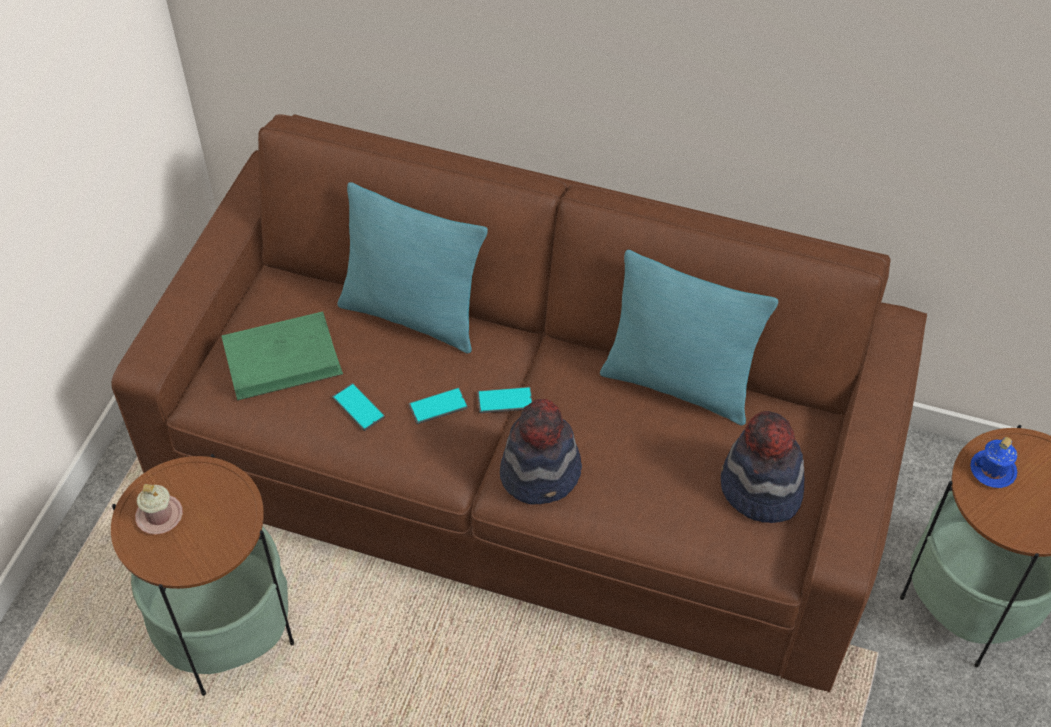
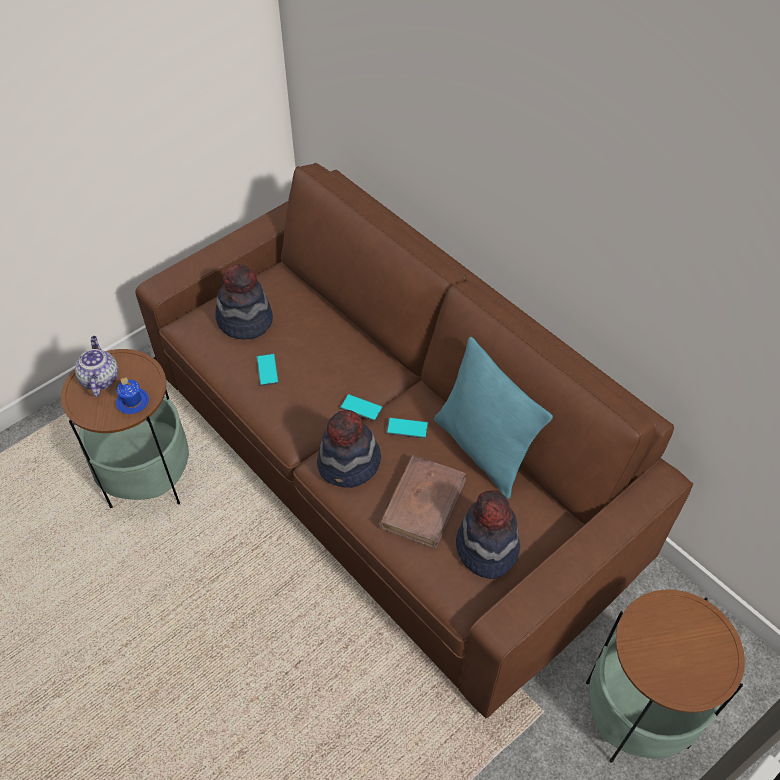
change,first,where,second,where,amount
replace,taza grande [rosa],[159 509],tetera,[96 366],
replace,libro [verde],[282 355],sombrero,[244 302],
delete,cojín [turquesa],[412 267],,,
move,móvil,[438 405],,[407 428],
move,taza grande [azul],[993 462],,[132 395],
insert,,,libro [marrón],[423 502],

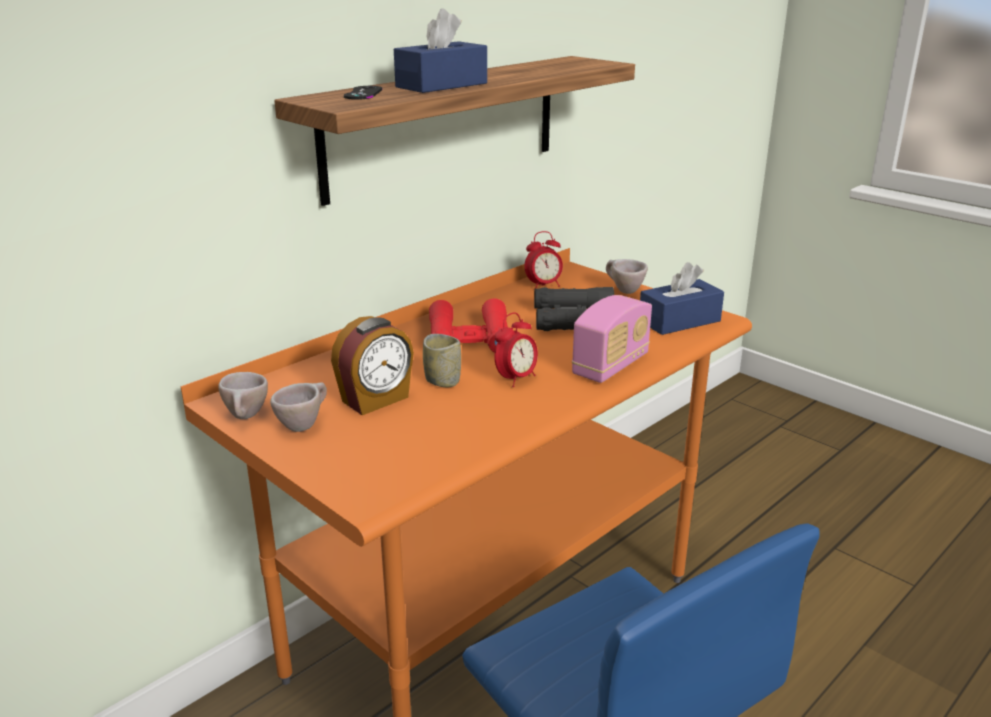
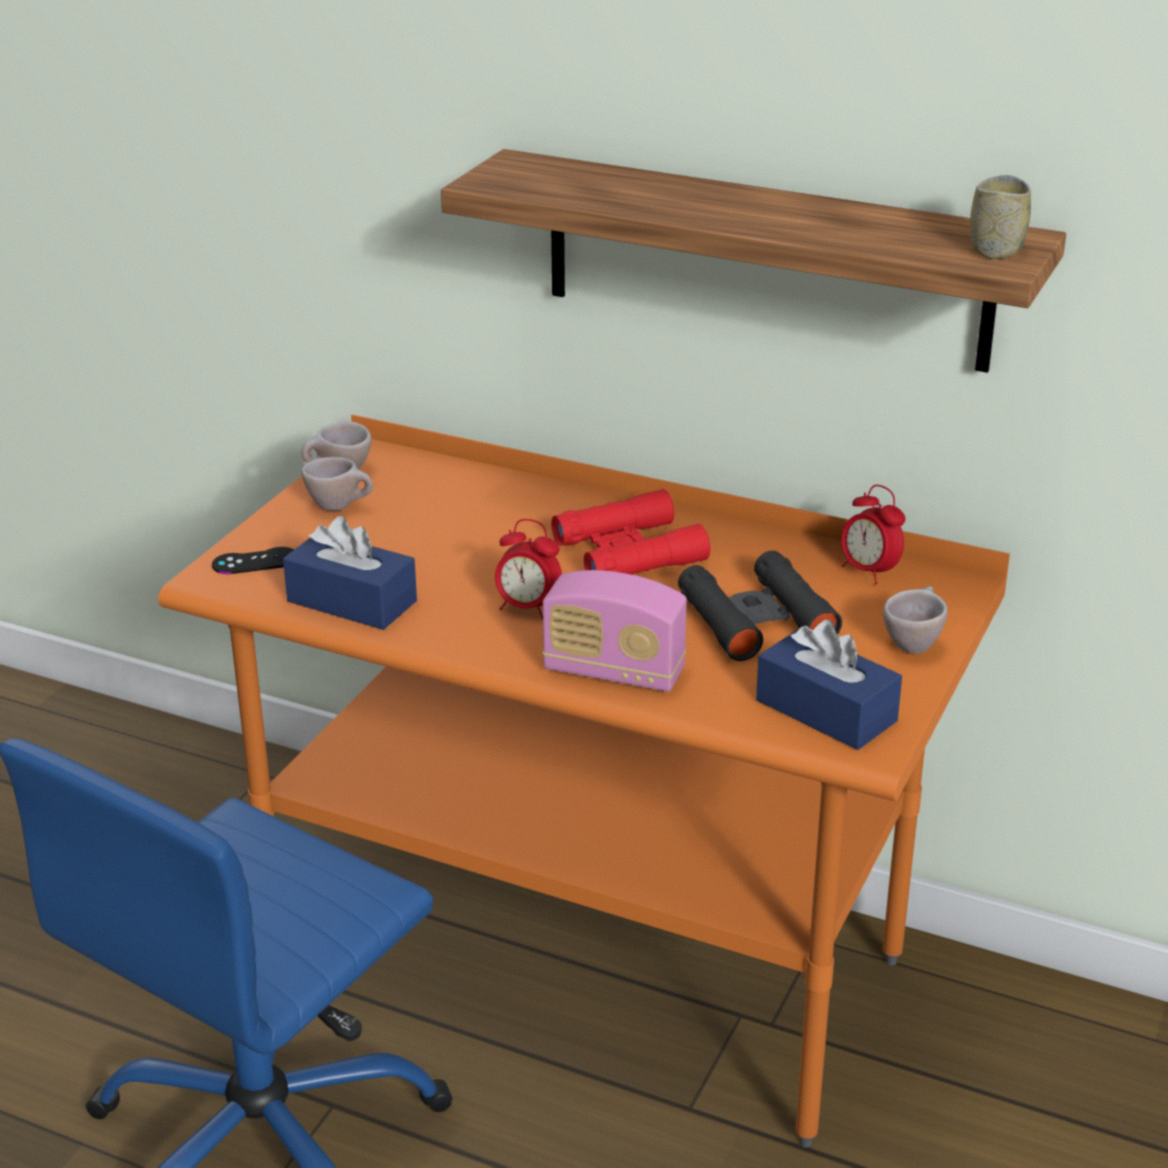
change,first,where,second,where,amount
delete,despertador,[372 365],,,
move,mando de consola [negro],[363 93],,[253 560],
move,caja de pañuelos [azul],[440 50],,[350 573],
move,taza,[442 360],,[1000 217],

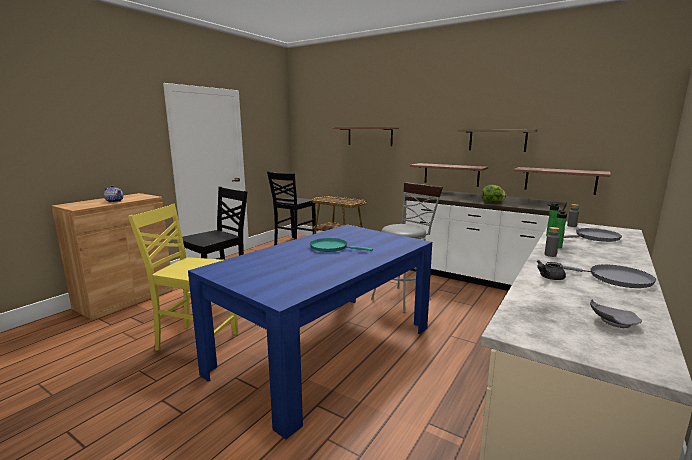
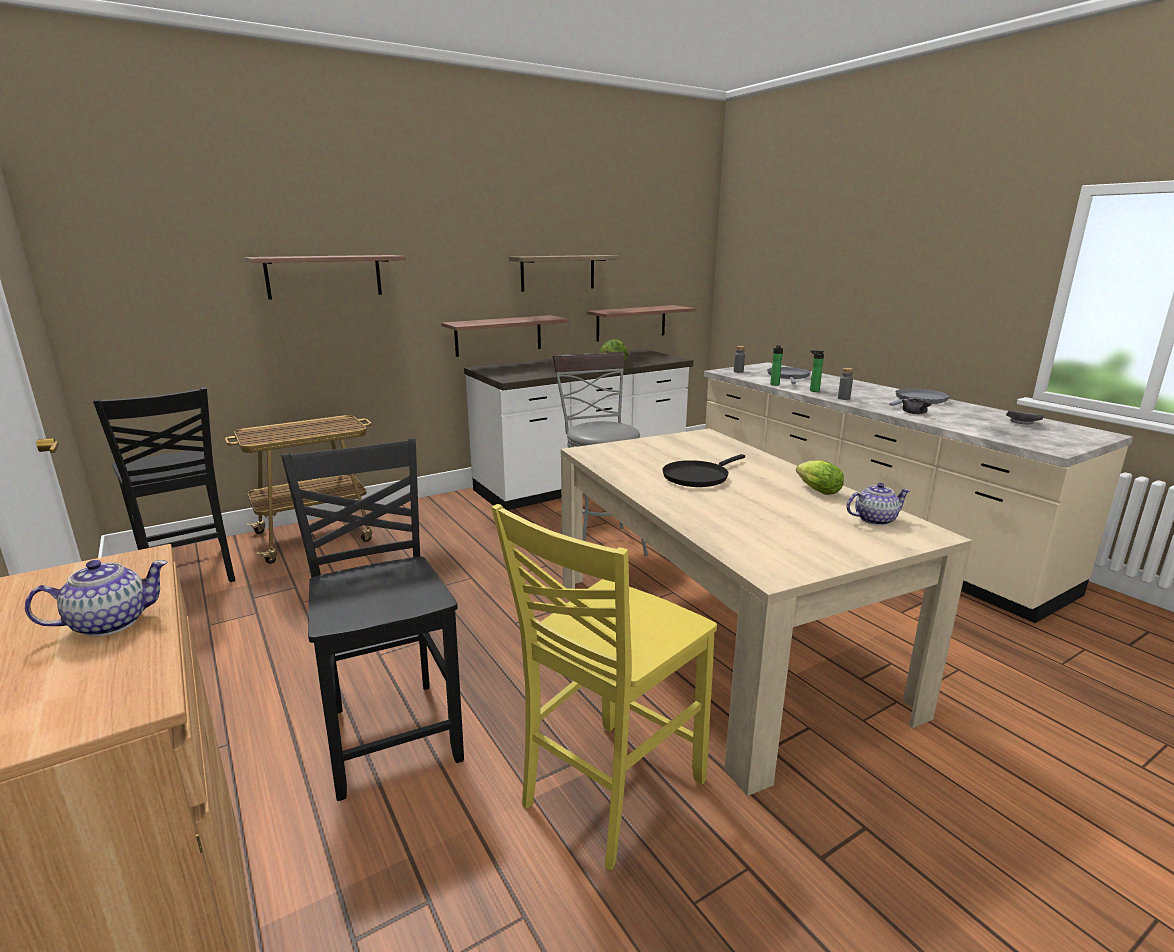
change,first,where,second,where,amount
recolor,mesa de comedor [azul],[310 332],mesa de comedor [beis],[766 612],
recolor,sartén [turquesa],[341 245],sartén [negro],[703 470],
insert,,,lechuga,[820 477],
insert,,,tetera,[878 504],

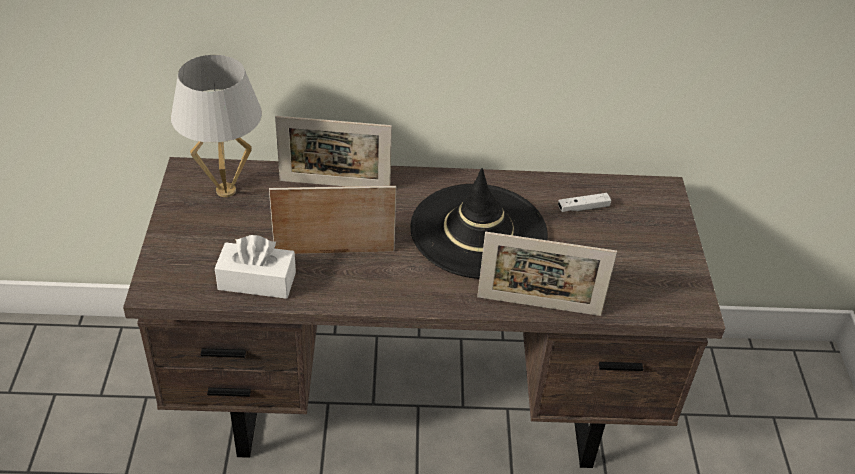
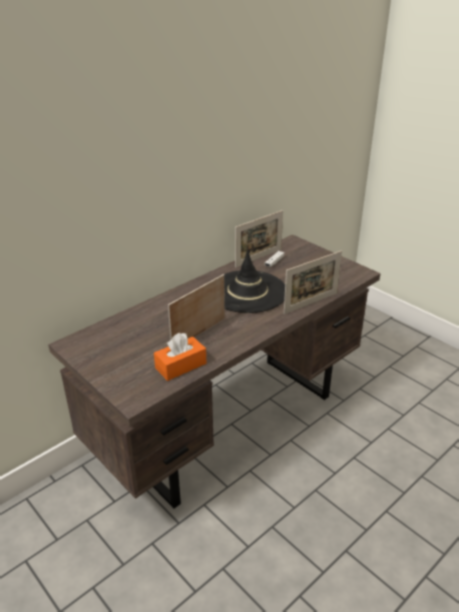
change,first,where,second,where,amount
delete,lámpara de mesa [blanco],[216 126],,,
recolor,caja de pañuelos [blanco],[255 267],caja de pañuelos [naranja],[180 357],
move,portarretratos,[333 151],,[259 239],

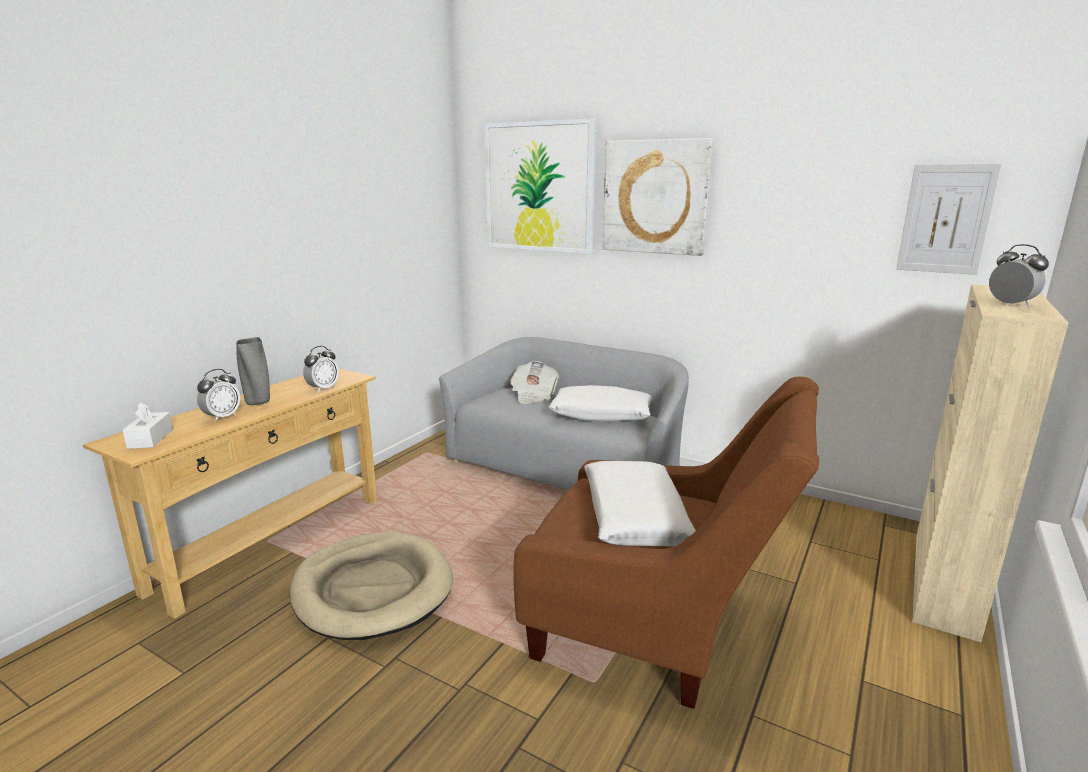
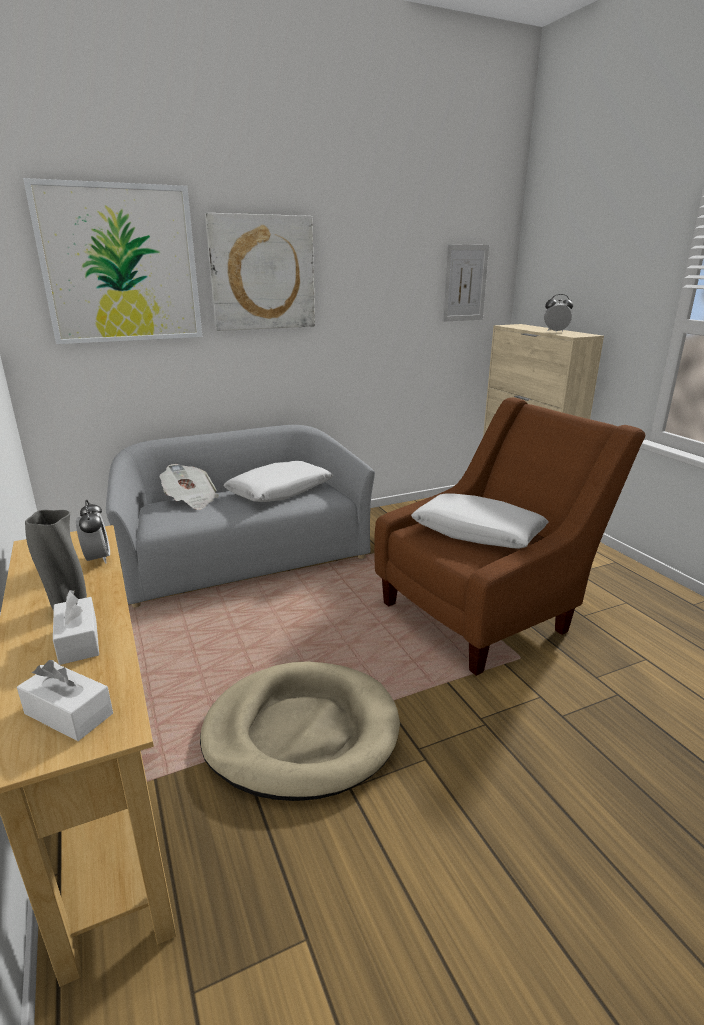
change,first,where,second,where,amount
replace,despertador,[218 395],caja de pañuelos [blanco],[76 627],

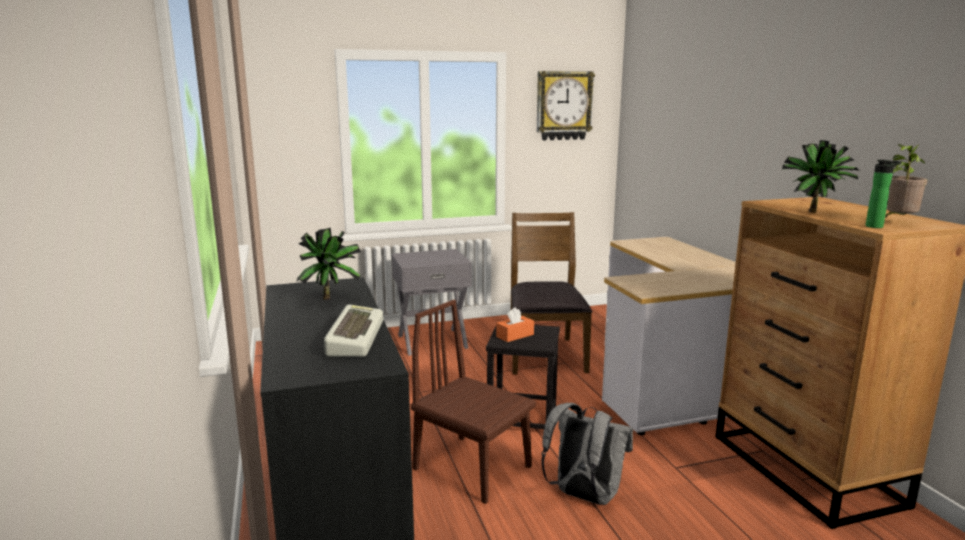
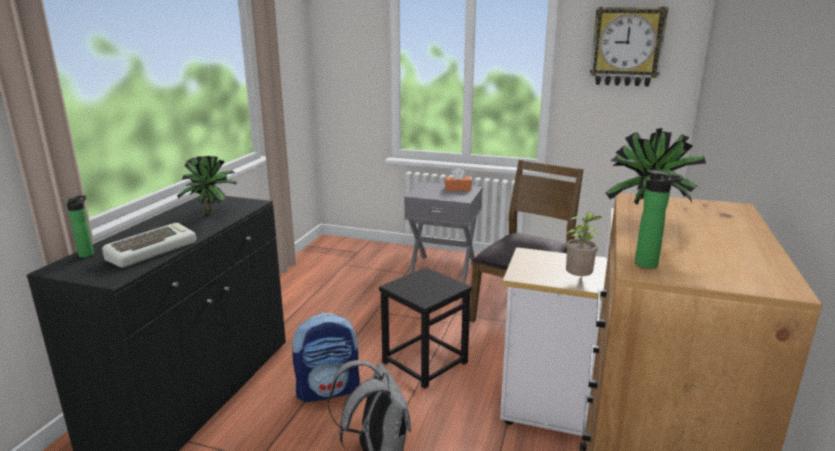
change,first,where,second,where,amount
replace,silla [marrón],[473 402],mochila,[326 357],
move,caja de pañuelos [naranja],[515 324],,[458 179],
move,planta en maceta,[907 180],,[584 244],
insert,,,botella,[80 227],

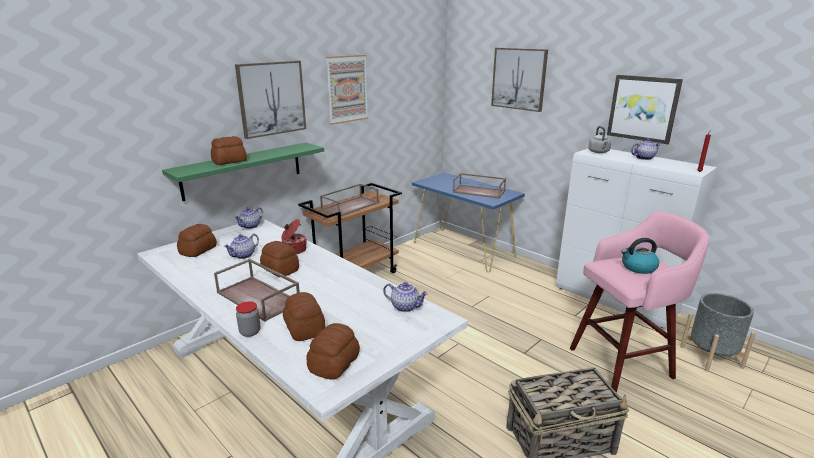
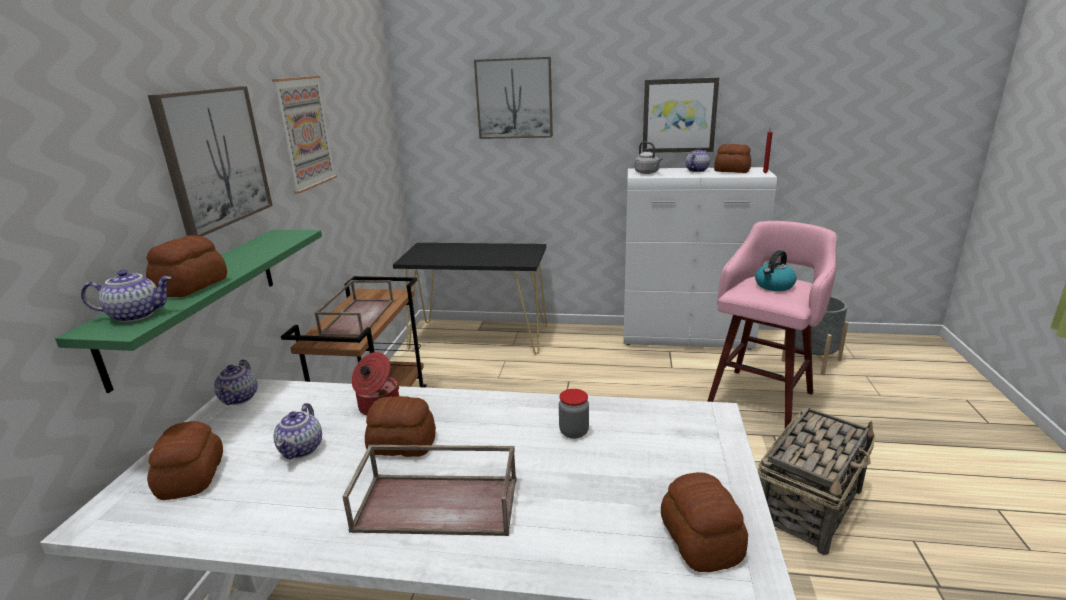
change,first,where,second,where,amount
move,tarro,[248 319],,[574 414],
move,pan,[304 316],,[732 158],
move,tetera,[405 297],,[126 296],
recolor,mesa consola [azul],[468 222],mesa consola [negro],[470 298],
delete,bandeja [marrón],[479 186],,,

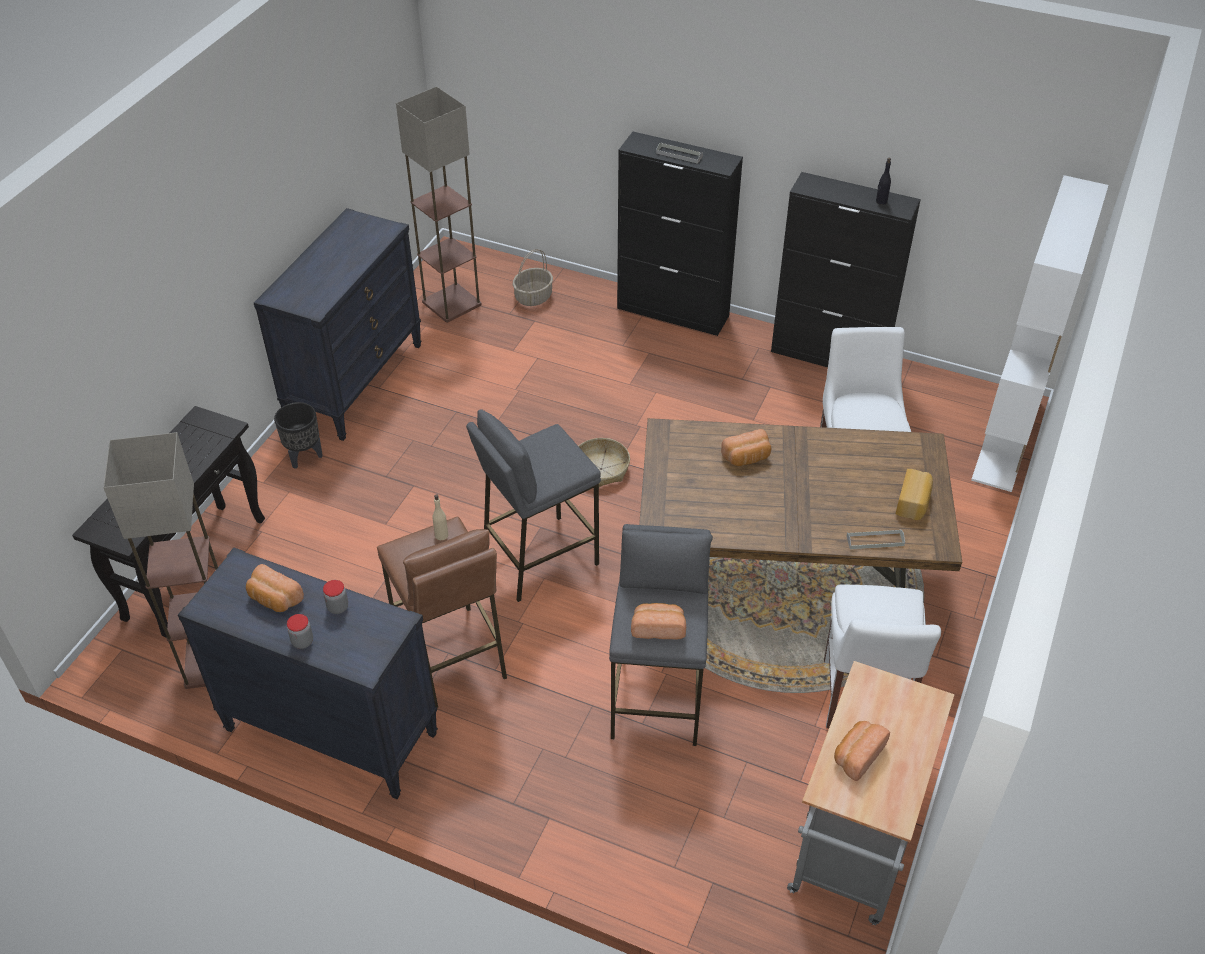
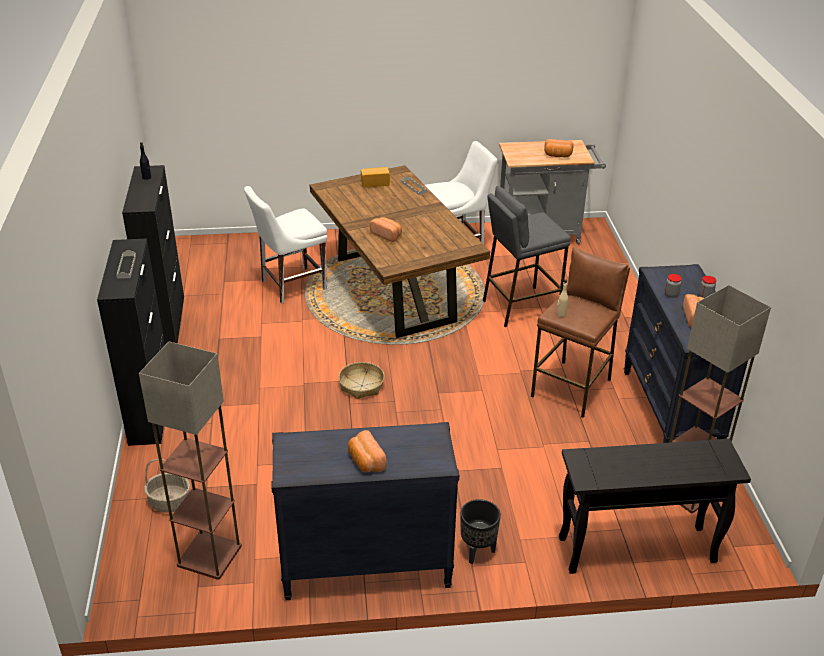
change,first,where,second,where,amount
delete,taburete [gris],[533 505],,,
move,pan,[658 621],,[367 451],
delete,estantería [blanco],[1039 333],,,

